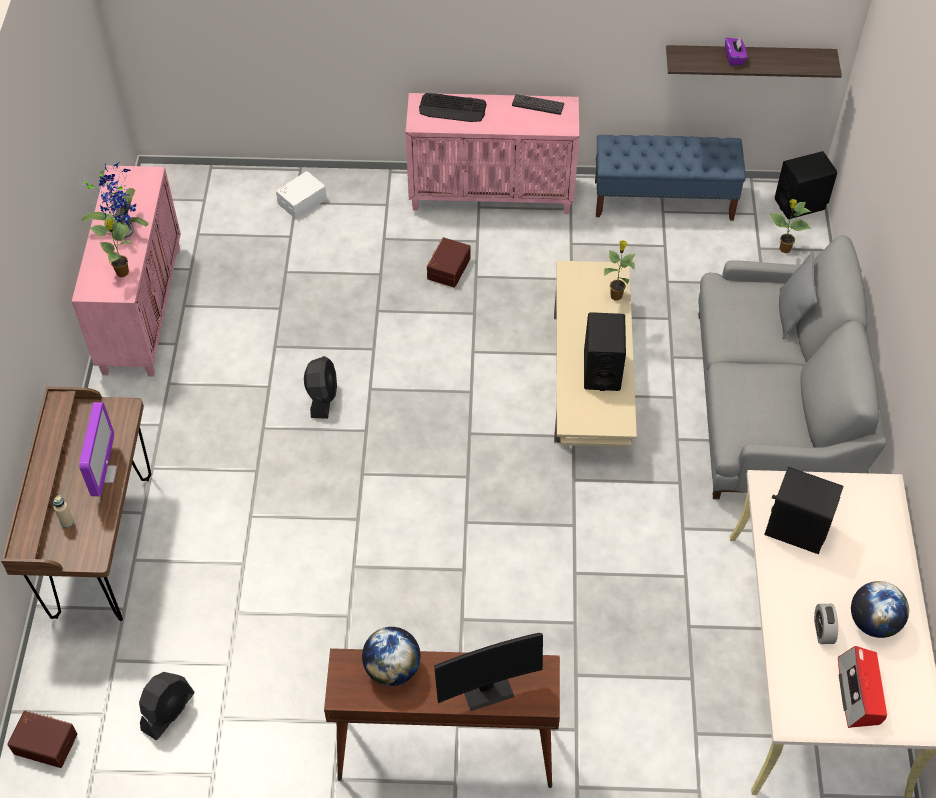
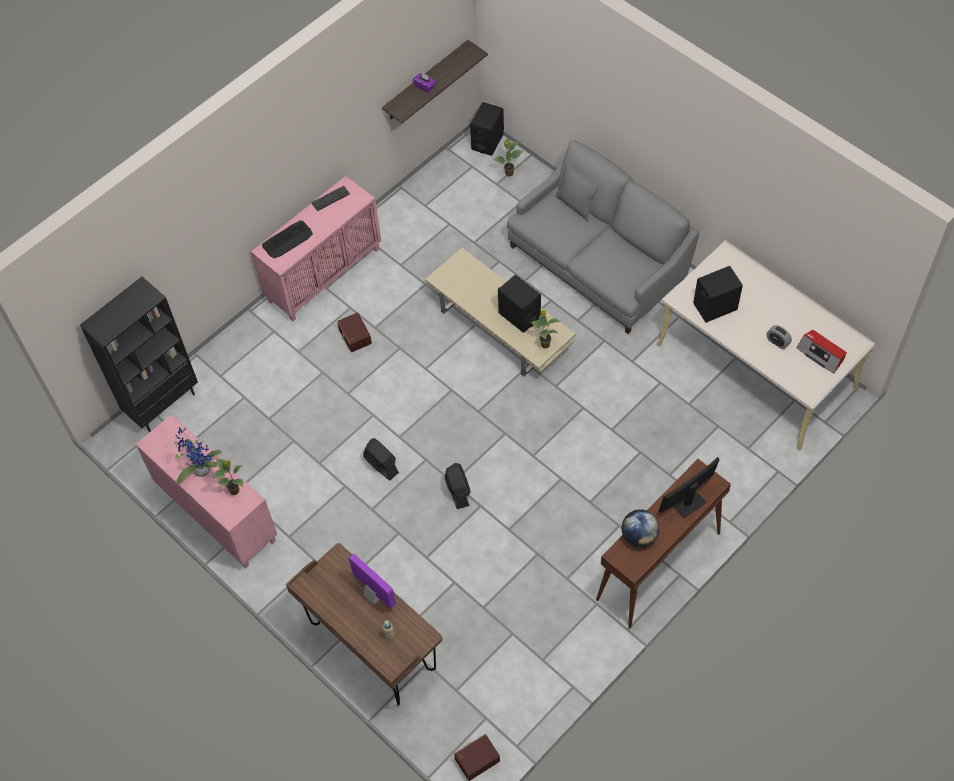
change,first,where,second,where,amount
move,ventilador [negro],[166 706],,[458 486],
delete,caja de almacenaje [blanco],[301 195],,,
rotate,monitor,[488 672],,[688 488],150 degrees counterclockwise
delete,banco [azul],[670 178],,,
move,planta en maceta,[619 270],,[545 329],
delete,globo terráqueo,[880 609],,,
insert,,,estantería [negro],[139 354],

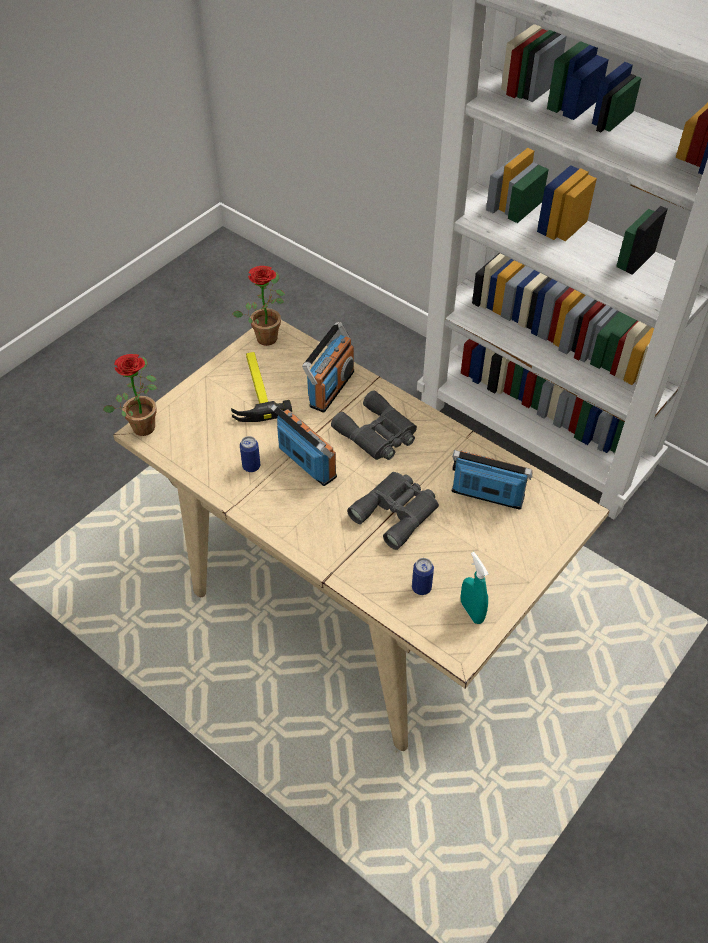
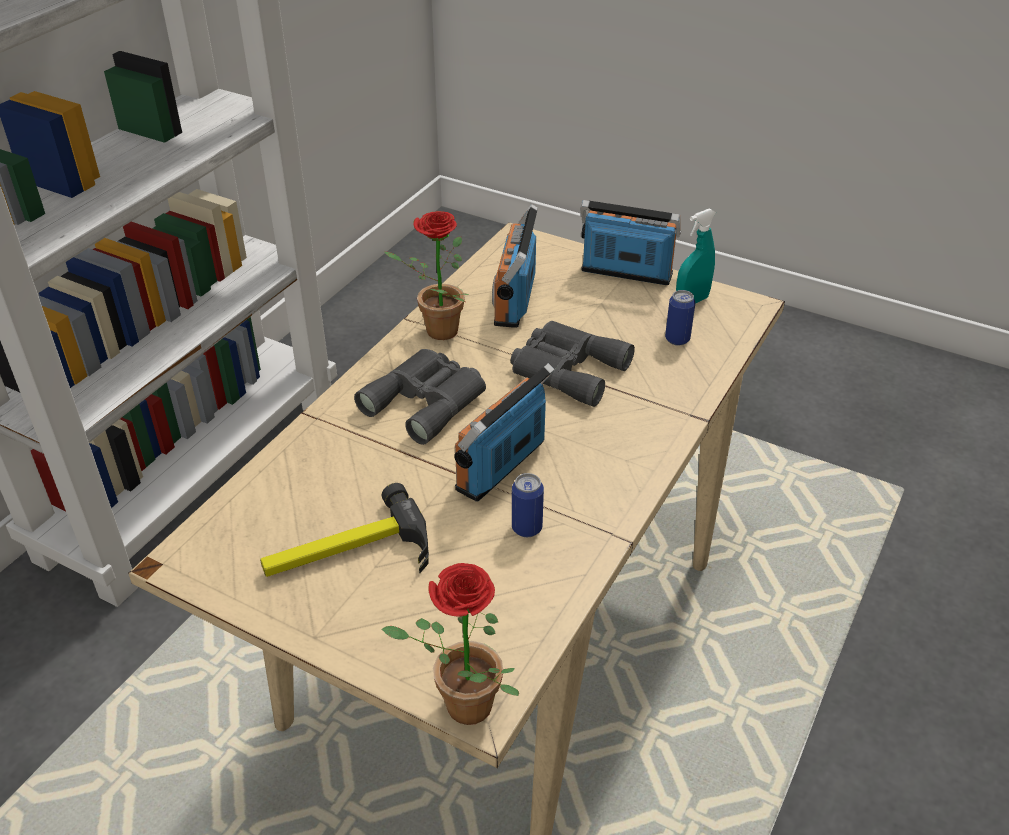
change,first,where,second,where,amount
move,planta en maceta,[259 306],,[426 275],
move,radio,[328 367],,[630 242],

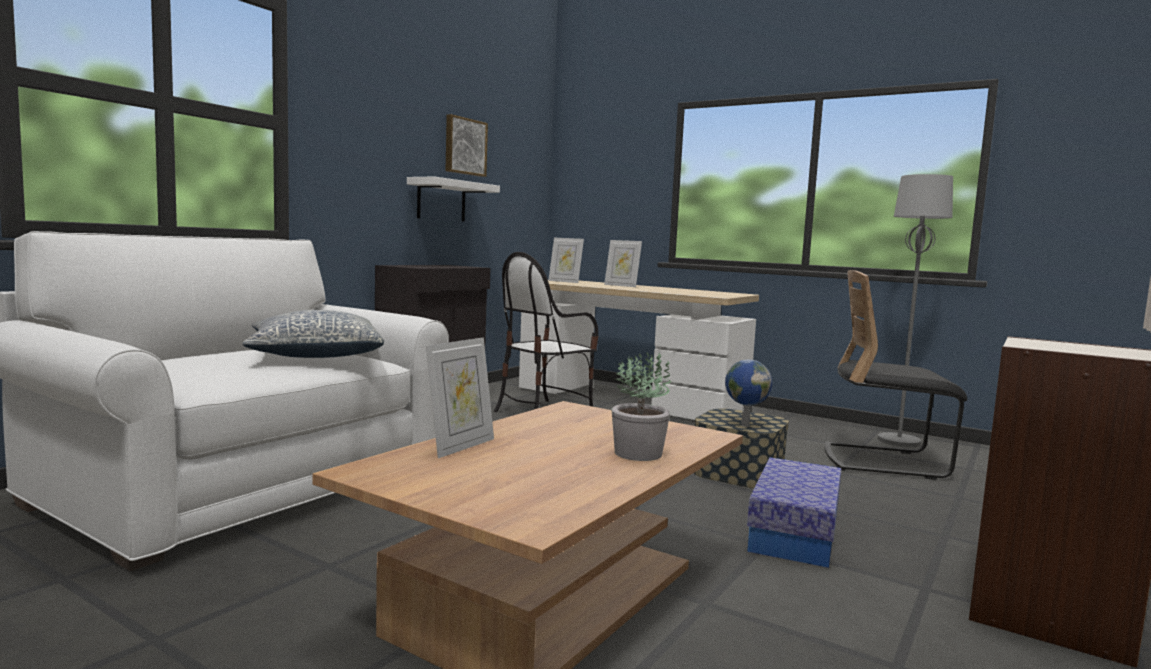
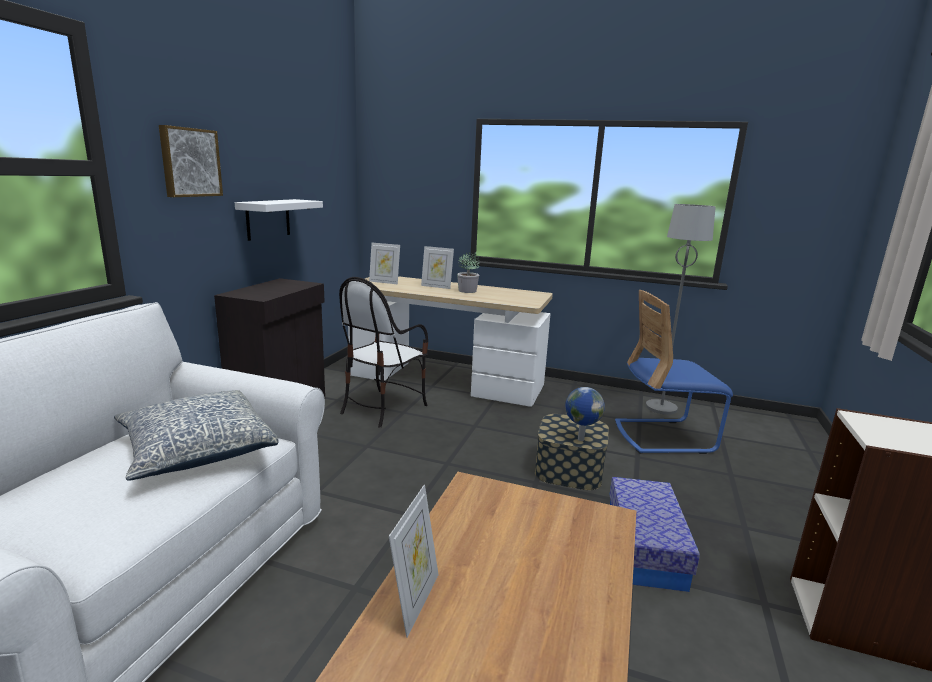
change,first,where,second,where,amount
move,cuadro,[467 145],,[191 161],
move,planta en maceta,[641 406],,[468 273],
recolor,silla [negro],[896 375],silla [azul],[674 372],

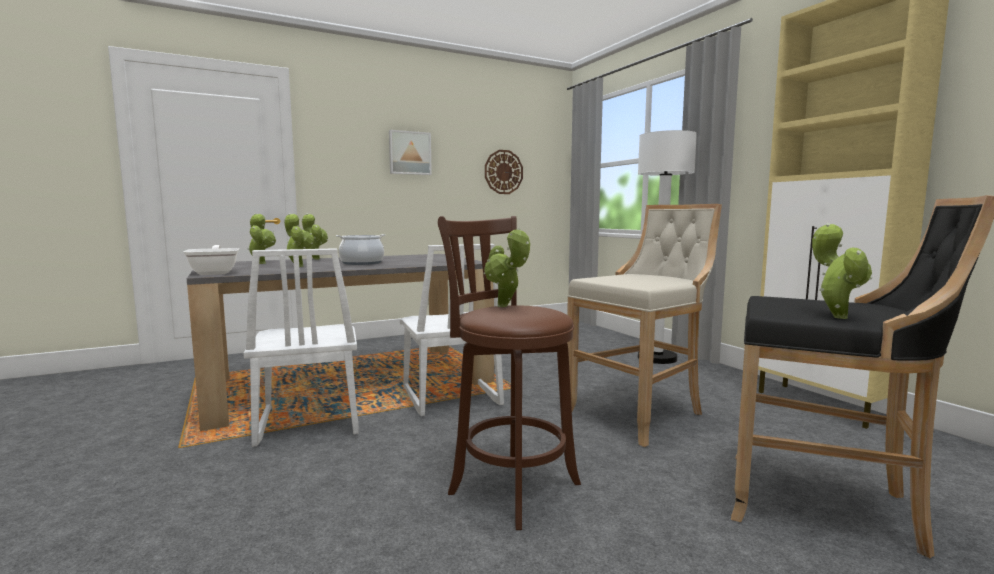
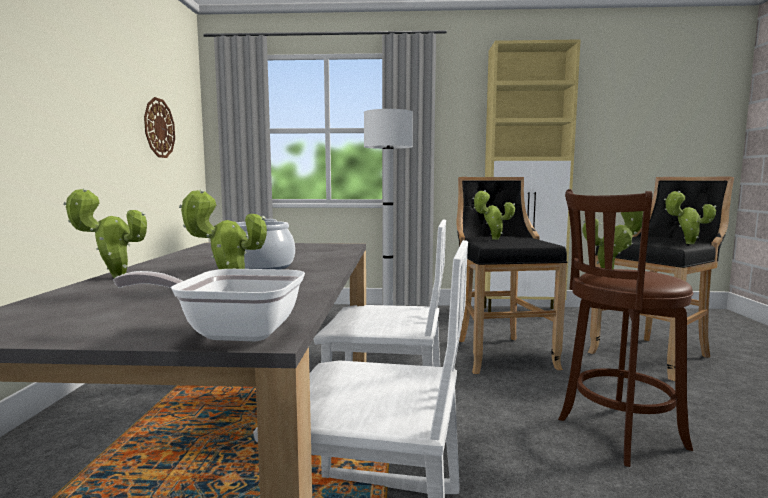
change,first,where,second,where,amount
move,planta en maceta,[262 238],,[494 215],
delete,cuadro,[410 152],,,
recolor,taburete [beis],[644 325],taburete [negro],[511 275],

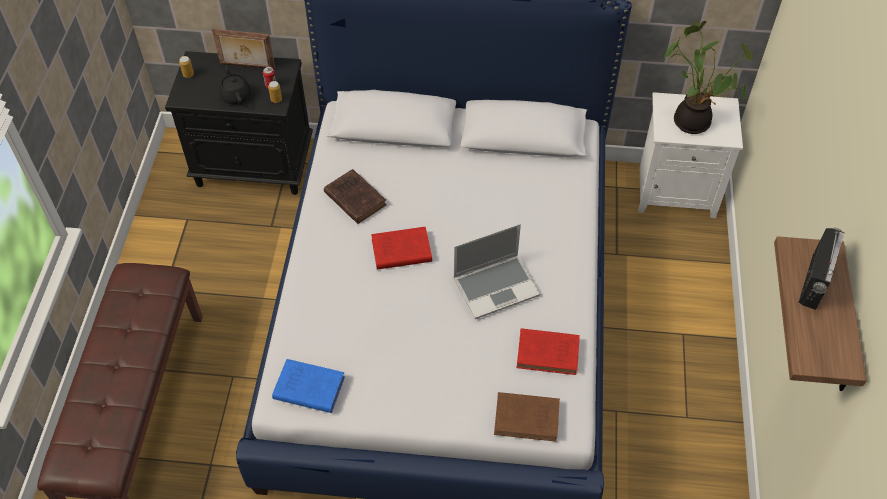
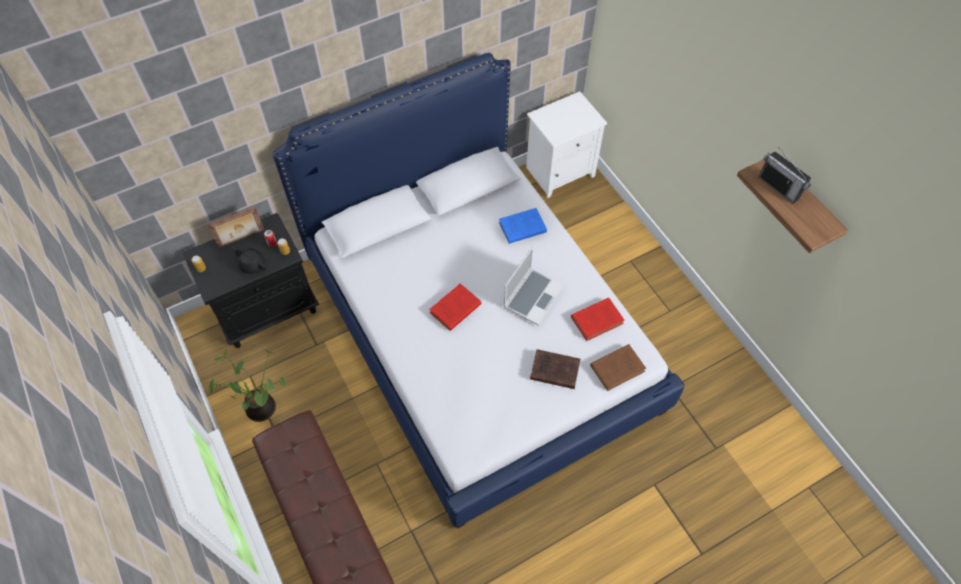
change,first,where,second,where,amount
move,libro [azul],[308 386],,[523 226],
move,libro [marrón],[355 196],,[555 369],
move,planta en maceta,[708 77],,[247 385],
rotate,radio,[821 269],,[784 176],150 degrees clockwise

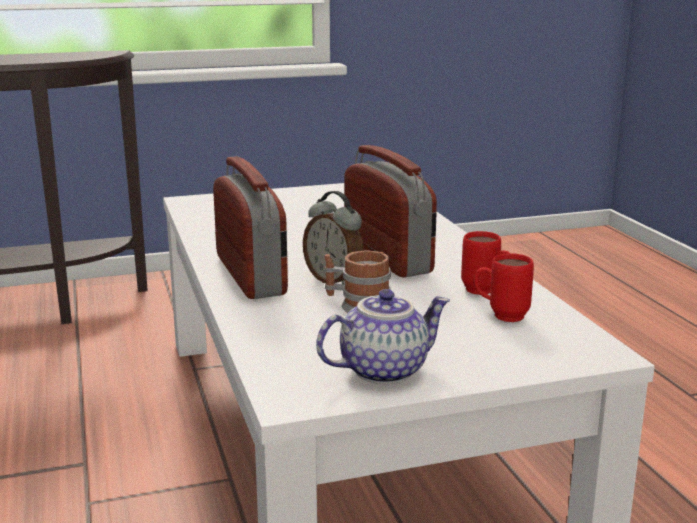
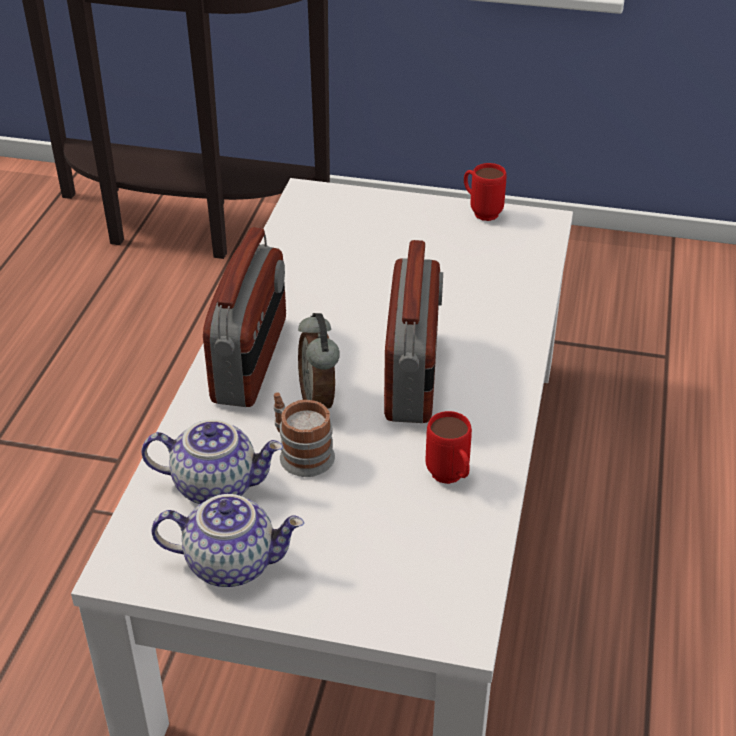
change,first,where,second,where,amount
move,taza grande [rojo],[504 287],,[485 192],
insert,,,tetera,[212 461],

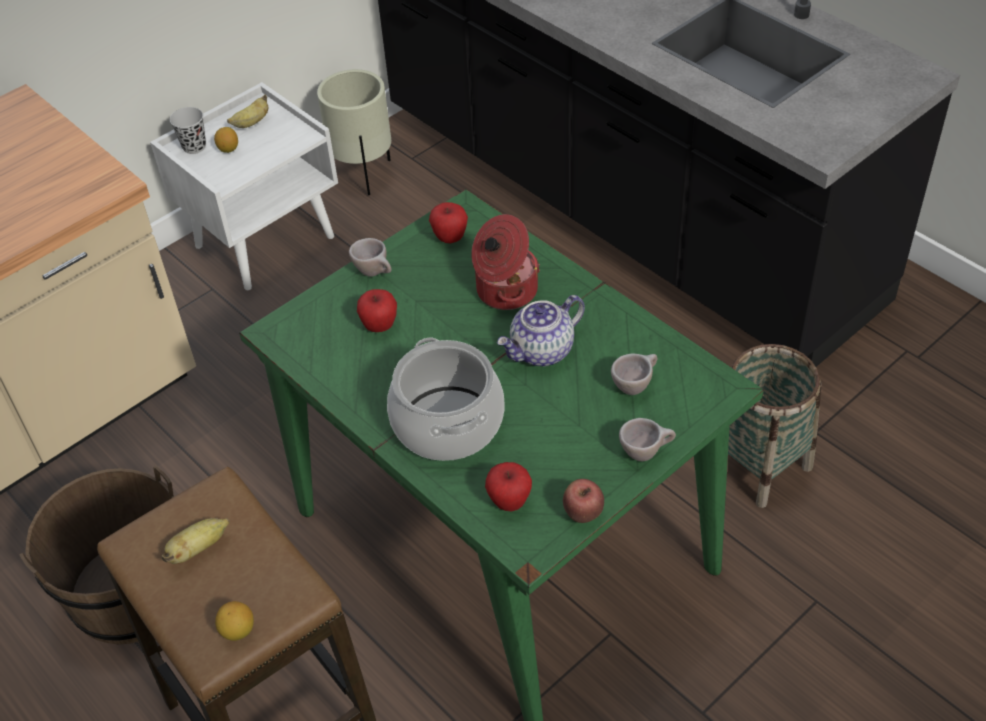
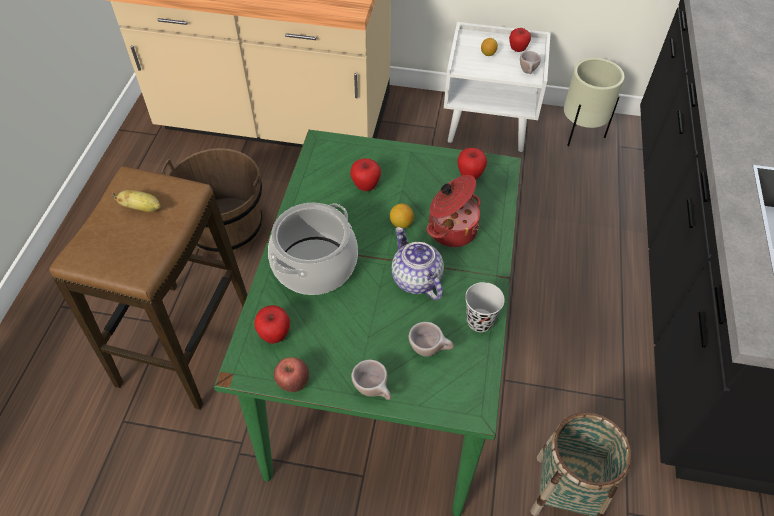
change,first,where,second,where,amount
move,taza [negro],[188 130],,[485 307],
move,limón,[234 621],,[402 216],
replace,plátano,[247 111],manzana,[520 40],
move,taza [beis],[370 257],,[530 62],
rotate,tetera,[541 330],,[418 264],45 degrees clockwise

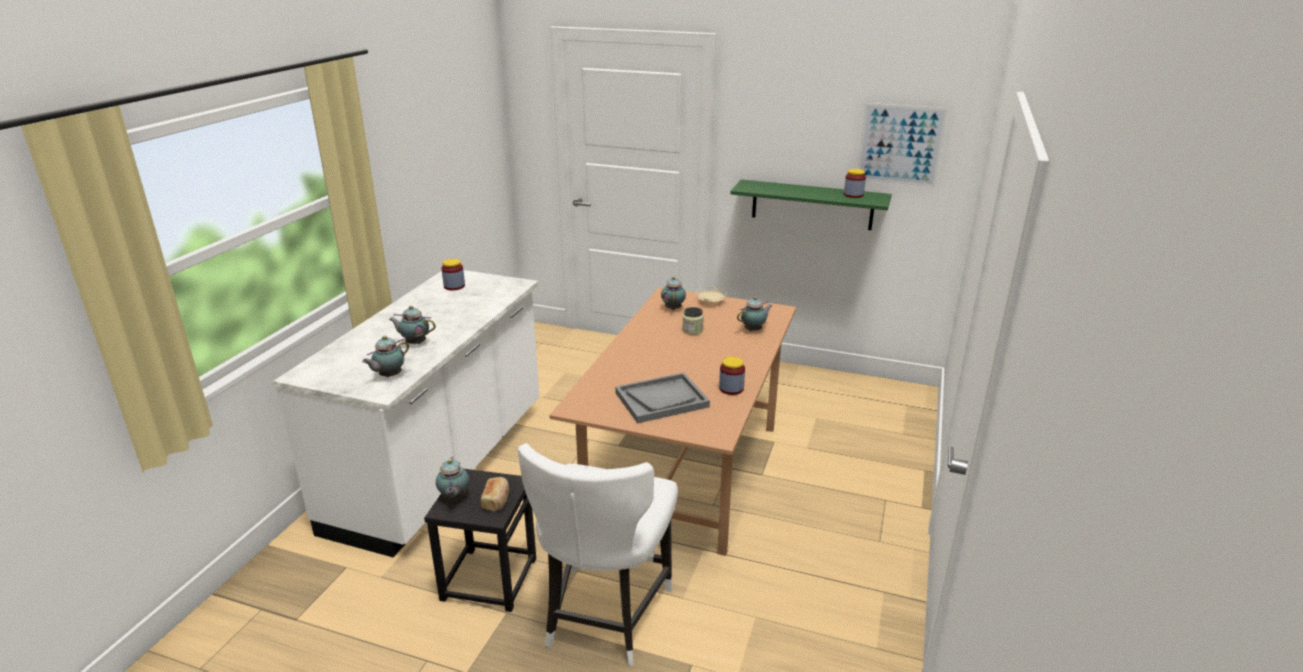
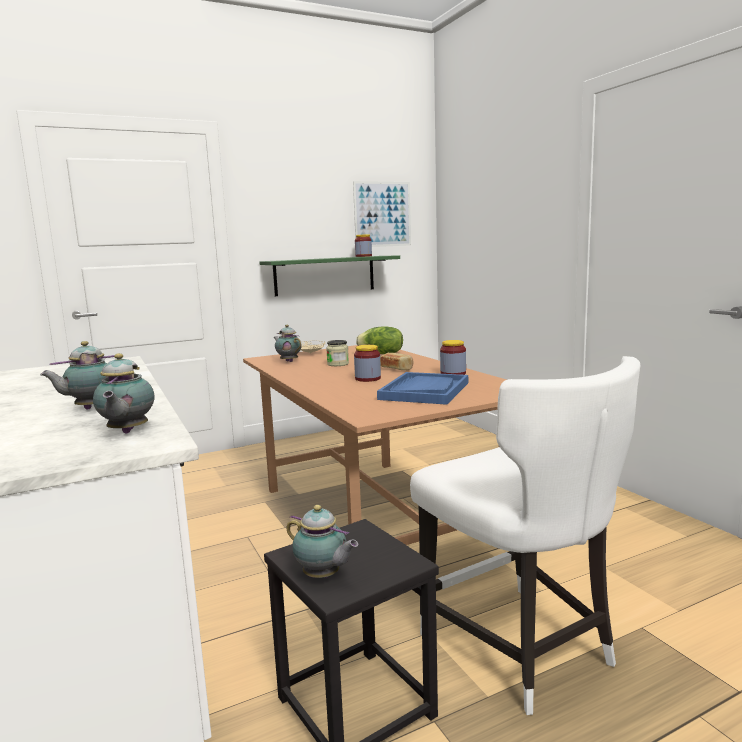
change,first,where,second,where,amount
move,tarro,[453 274],,[367 363],
move,pan,[495 494],,[396 361],
recolor,bandeja [gris],[662 398],bandeja [azul],[422 388],
replace,tetera,[754 313],lechuga,[379 340],

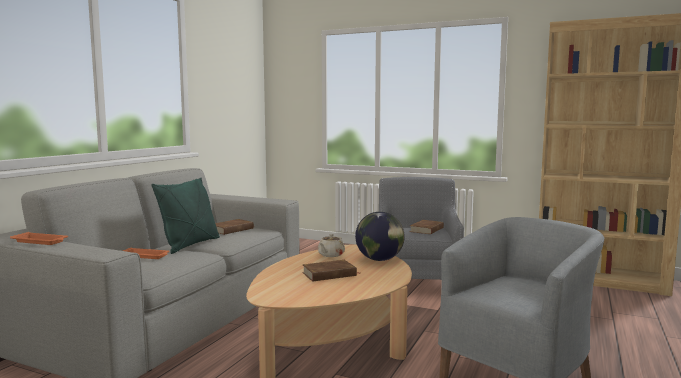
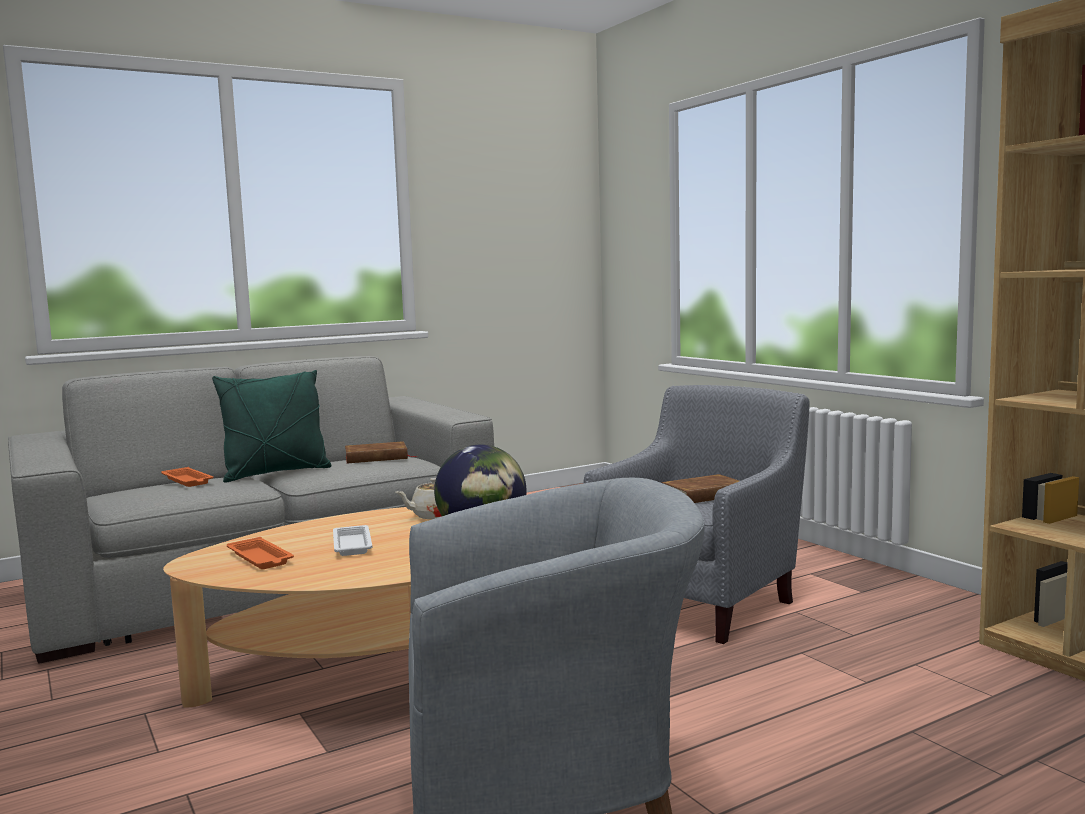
change,first,where,second,where,amount
move,bandeja [naranja],[39 238],,[260 553],
replace,libro [marrón],[329 271],bandeja [blanco],[353 540],

